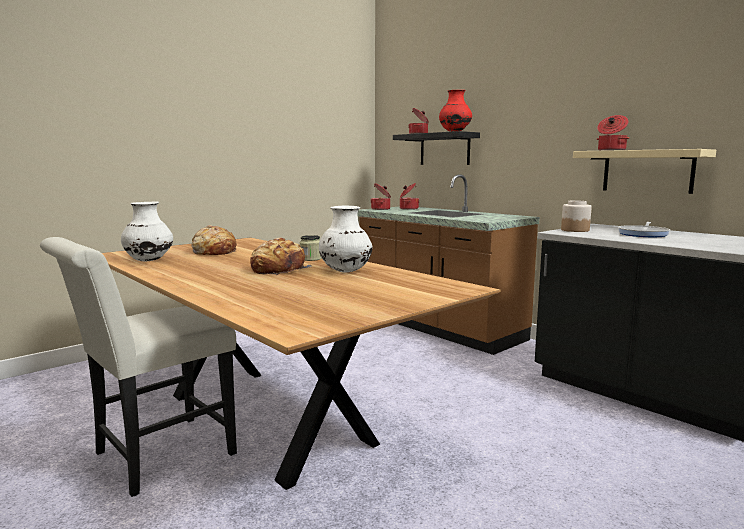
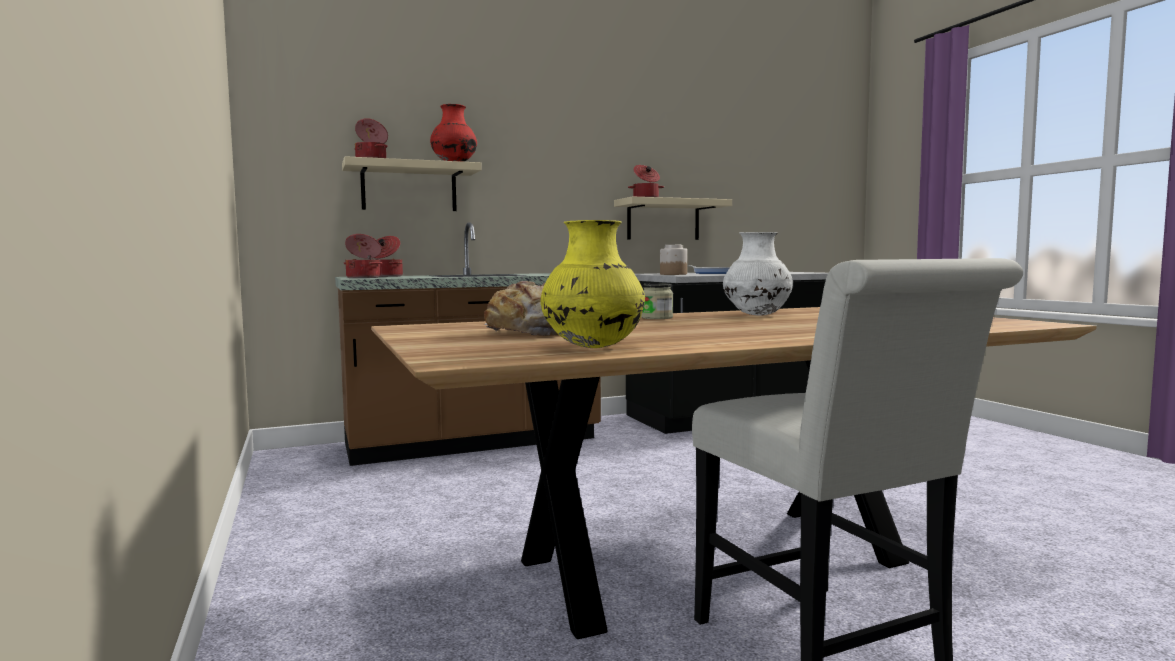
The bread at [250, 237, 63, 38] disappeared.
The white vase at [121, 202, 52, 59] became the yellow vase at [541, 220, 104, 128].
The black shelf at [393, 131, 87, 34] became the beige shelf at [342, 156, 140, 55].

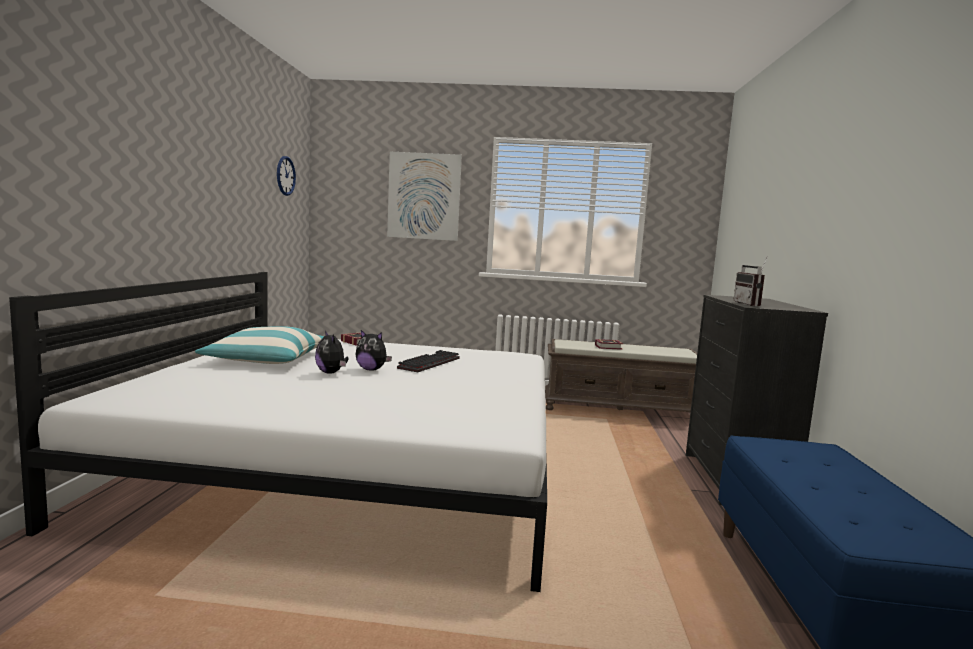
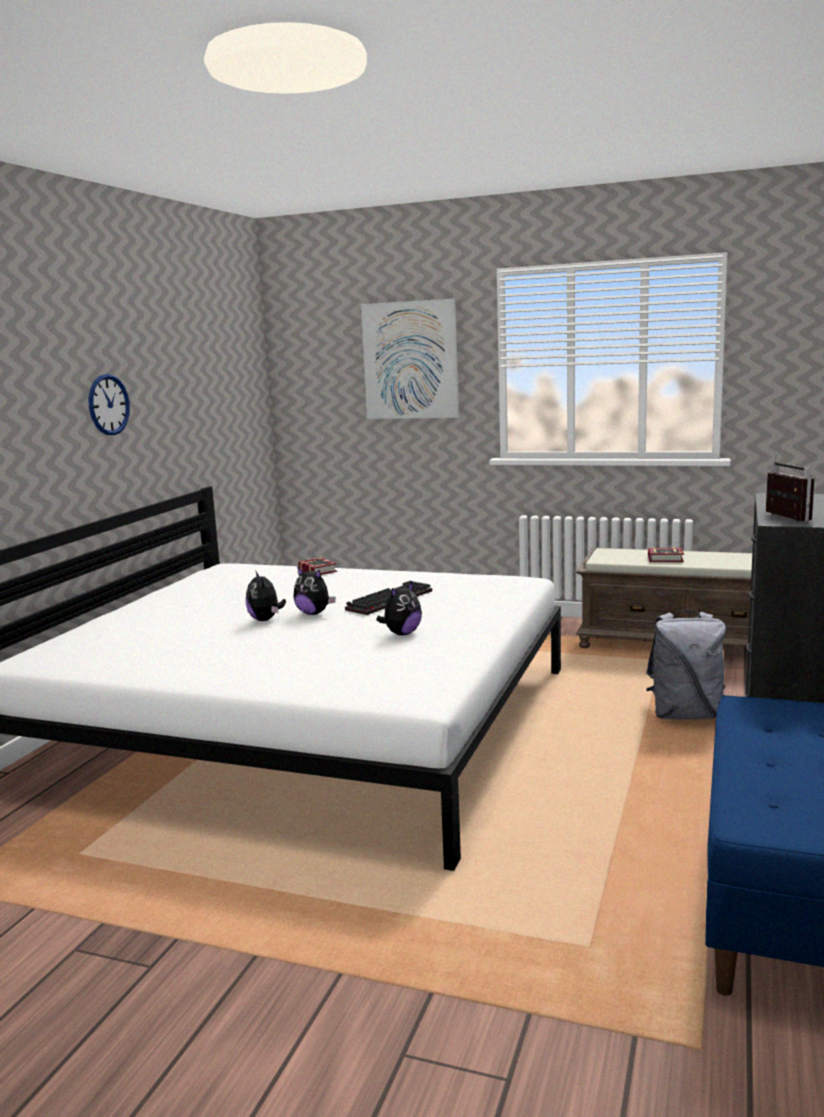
The pillow at [195, 326, 129, 38] disappeared.
The plush toy at [376, 581, 46, 54] appeared.
The grey backpack at [646, 610, 80, 109] appeared.
The wall clock moved from [277, 156, 19, 40] to [89, 374, 41, 61].
The radio at [734, 256, 34, 51] turned 150 degrees clockwise.

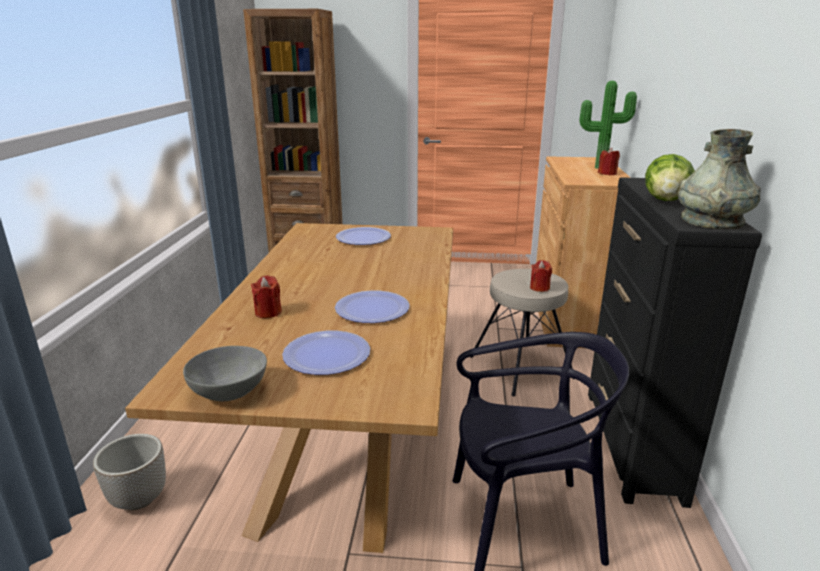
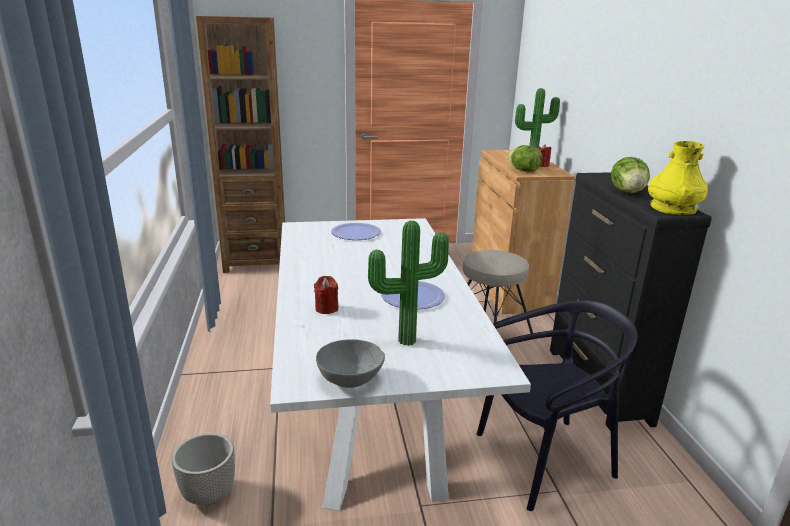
The red candle at [530, 260, 22, 32] disappeared.
The lettuce at [508, 145, 34, 27] appeared.
The plate at [282, 331, 88, 44] was replaced by the potted plant at [368, 220, 81, 126].
The brown dining table at [125, 223, 328, 330] became the white dining table at [270, 218, 261, 293].
The grey vase at [678, 129, 83, 100] became the yellow vase at [648, 141, 60, 74].

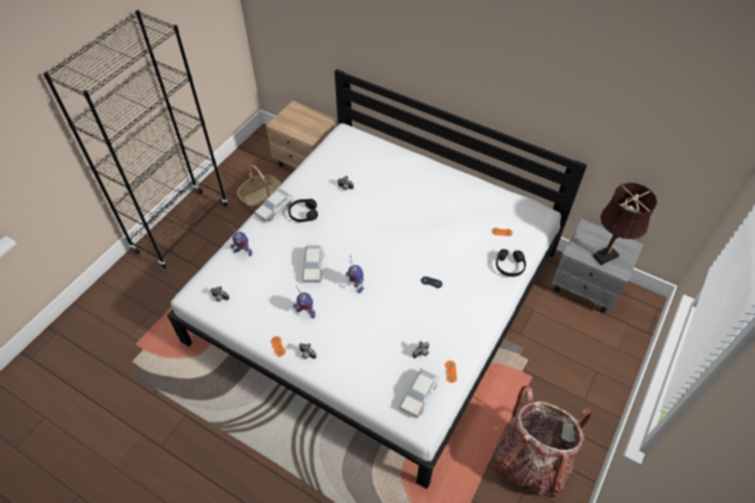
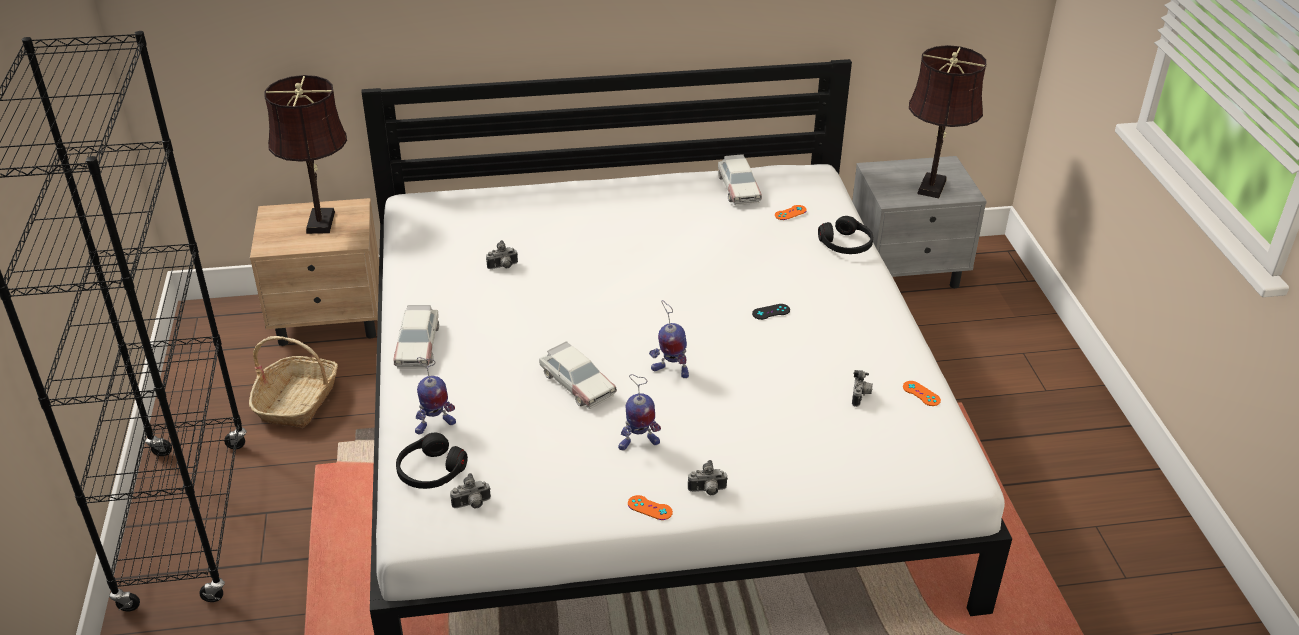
The backpack at [495, 386, 97, 112] disappeared.
The brown table lamp at [264, 75, 83, 159] appeared.
The black headphones moved from [288, 199, 30, 23] to [396, 433, 72, 56].
The toy car moved from [399, 368, 40, 50] to [718, 154, 44, 51].

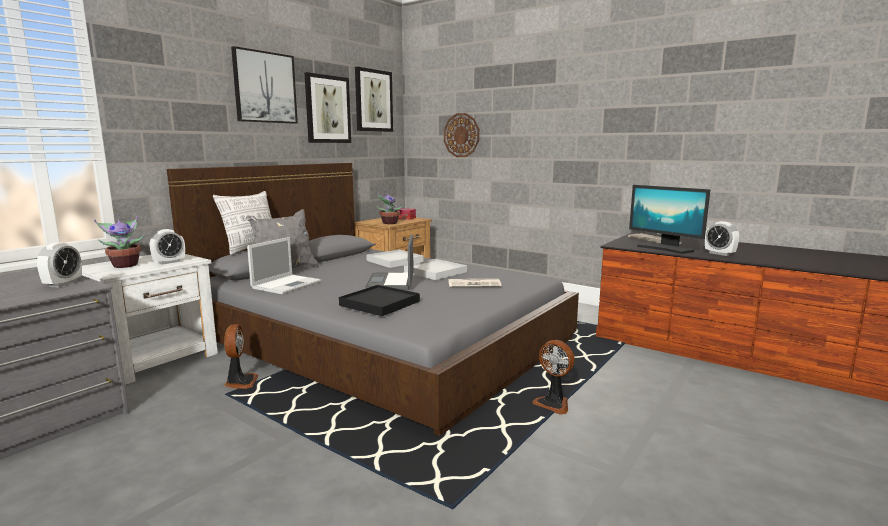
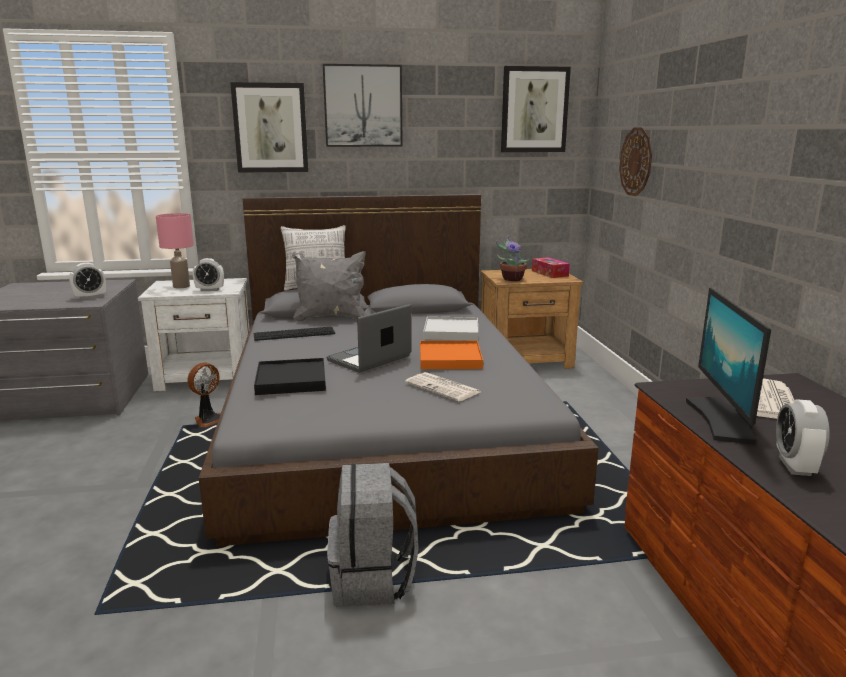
The picture moved from [305, 72, 46, 71] to [230, 82, 78, 91].
The potted plant at [94, 215, 50, 53] was replaced by the pink table lamp at [156, 213, 38, 76].
The laptop at [247, 237, 74, 57] was replaced by the keyboard at [253, 327, 82, 14].
The fan at [532, 340, 43, 75] was replaced by the grey backpack at [327, 463, 92, 144].
The white tray at [404, 259, 63, 21] became the orange tray at [420, 341, 63, 28].

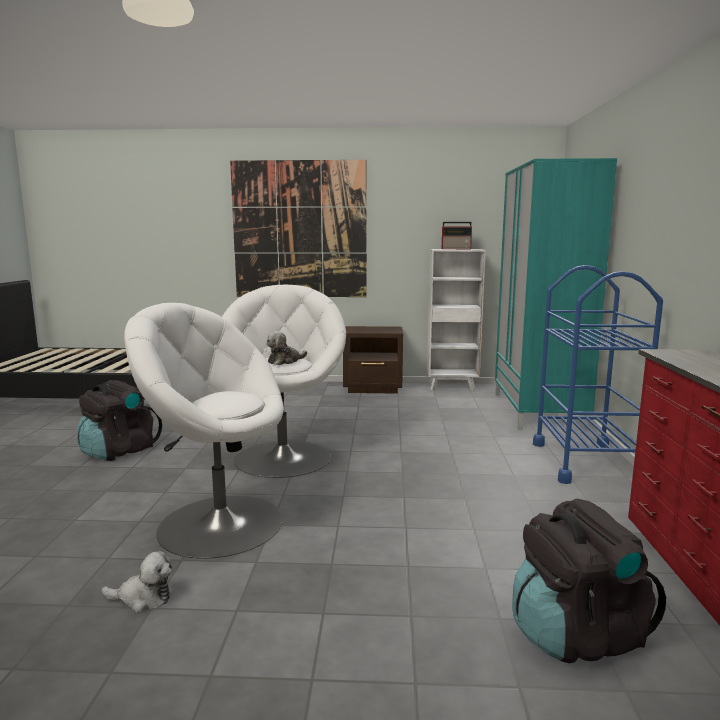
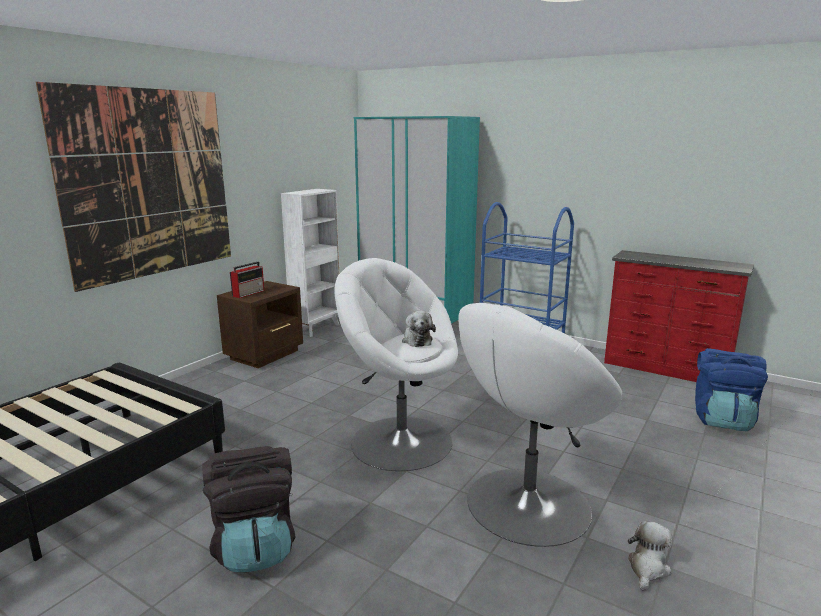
The radio moved from [442, 222, 30, 27] to [230, 262, 34, 36].
The black backpack at [512, 499, 154, 164] became the blue backpack at [695, 348, 73, 83].

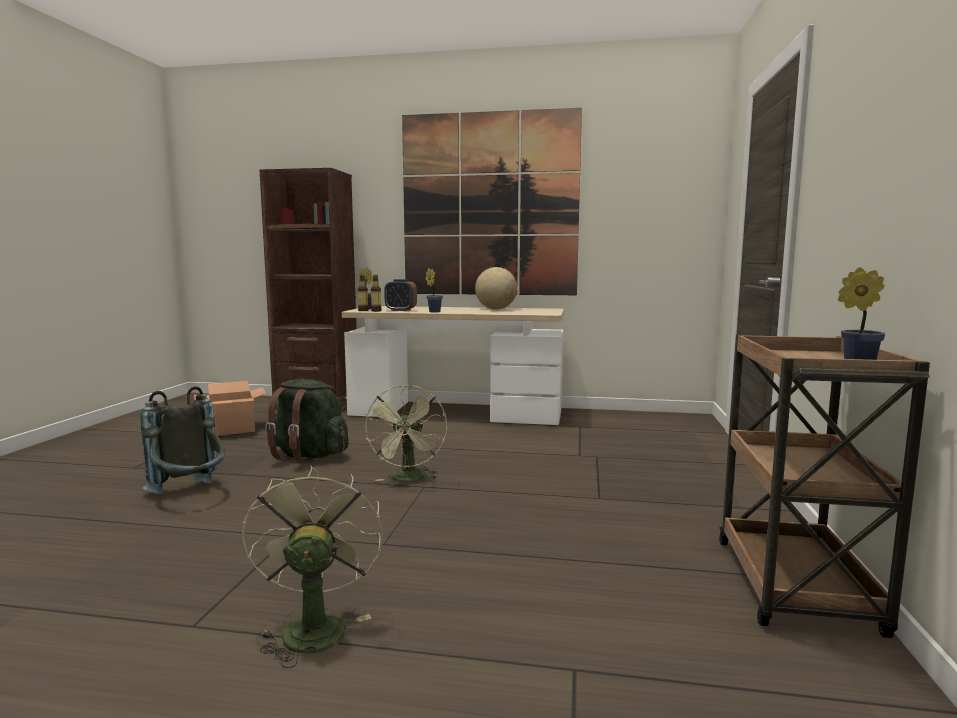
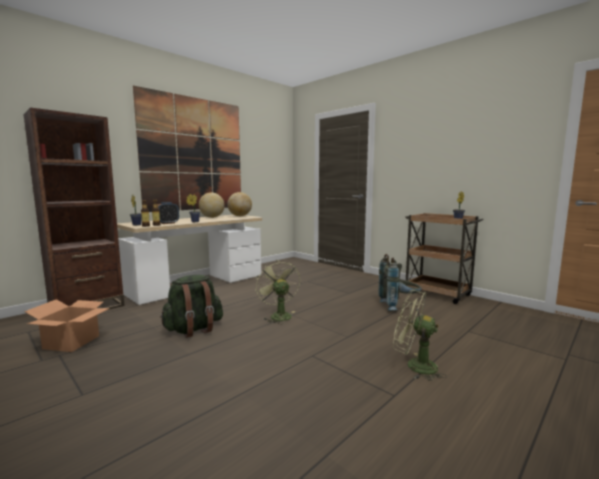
The globe at [227, 192, 25, 24] appeared.
The grey backpack moved from [140, 386, 85, 108] to [378, 254, 44, 57].
The green fan at [365, 384, 82, 98] turned 150 degrees counterclockwise.

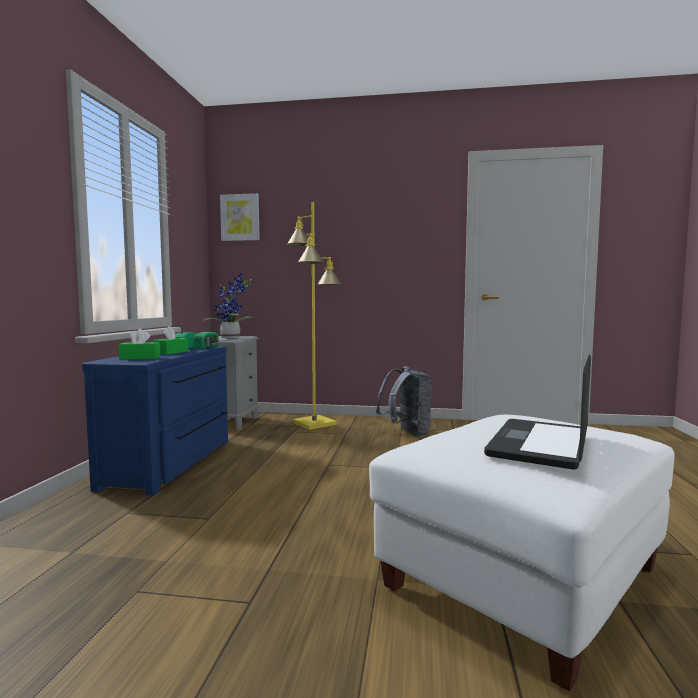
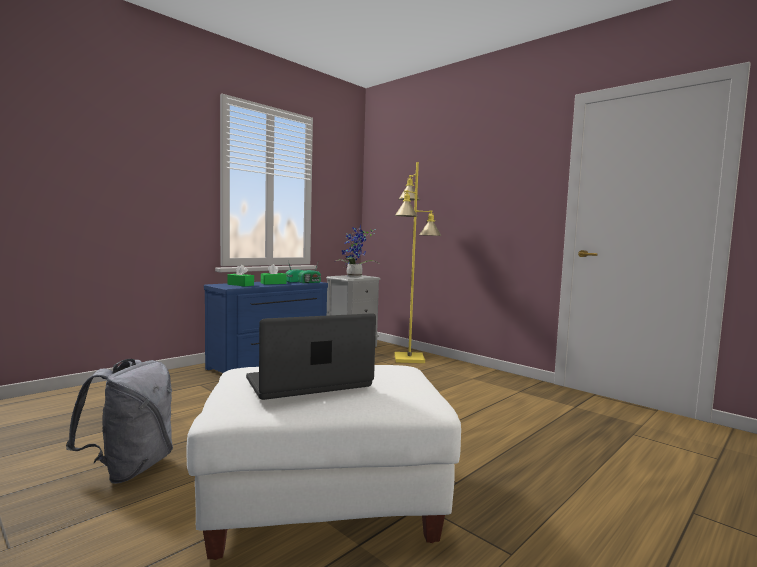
The picture at [220, 193, 39, 48] disappeared.
The grey backpack moved from [376, 366, 56, 71] to [66, 359, 107, 125].

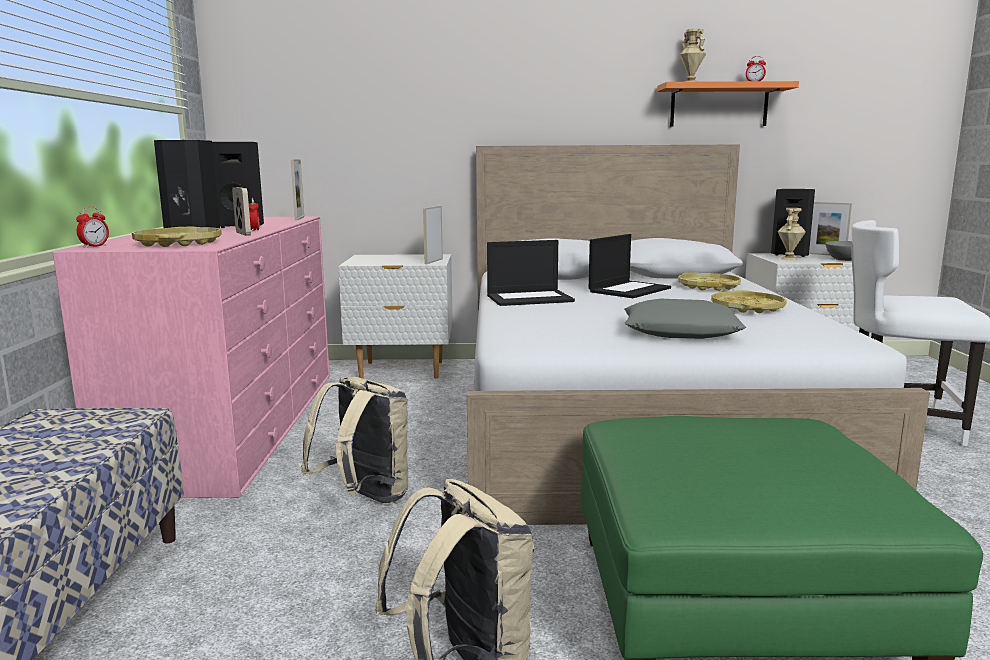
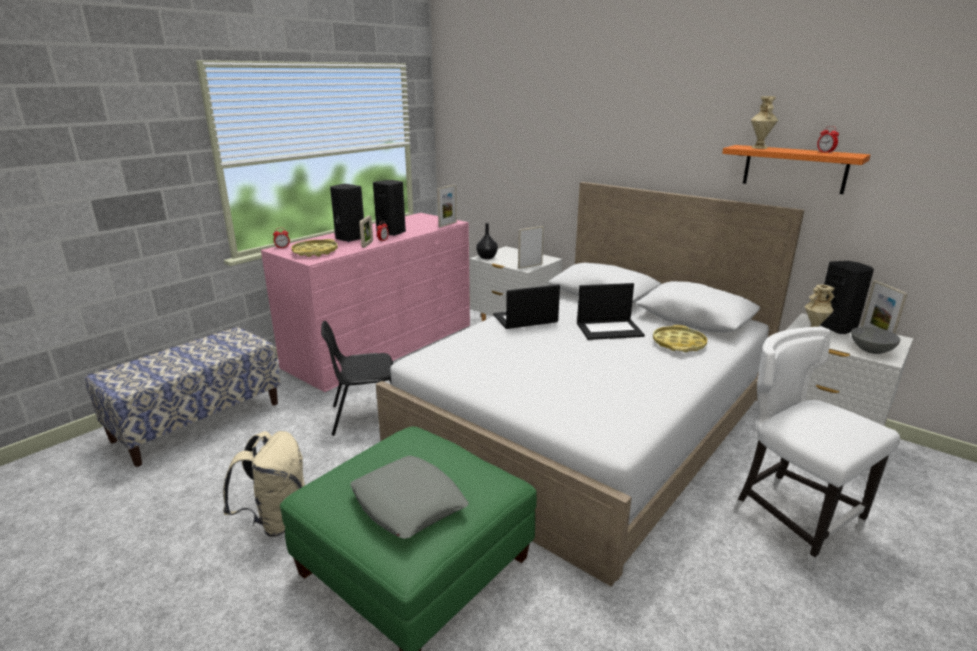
The yellow tray at [711, 290, 76, 23] disappeared.
The black vase at [476, 223, 22, 36] appeared.
The grey pillow moved from [624, 299, 122, 40] to [350, 456, 119, 83].
The beige backpack at [301, 376, 108, 127] was replaced by the black chair at [321, 321, 72, 115].
The laptop at [487, 240, 88, 66] turned 135 degrees clockwise.

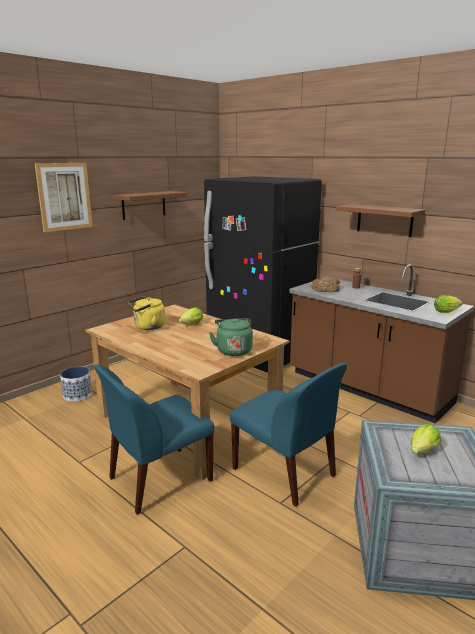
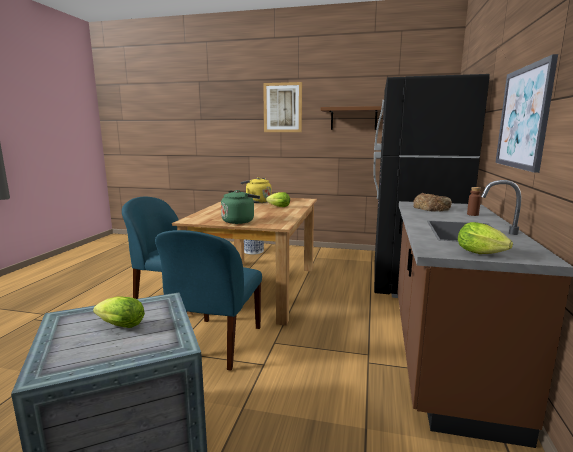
The brown shelf at [336, 204, 89, 33] was replaced by the picture at [495, 54, 63, 119].

